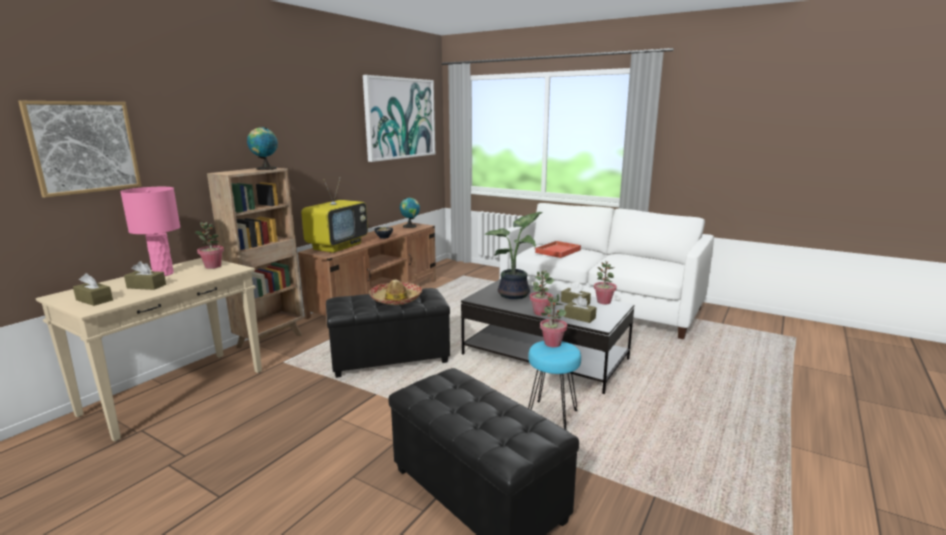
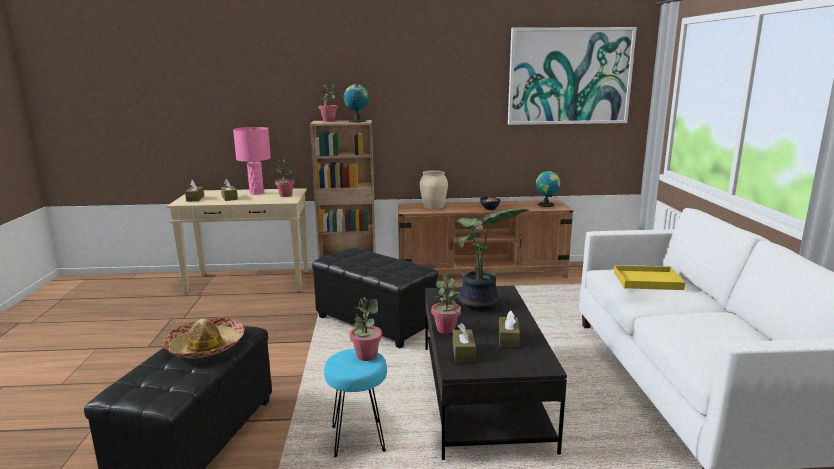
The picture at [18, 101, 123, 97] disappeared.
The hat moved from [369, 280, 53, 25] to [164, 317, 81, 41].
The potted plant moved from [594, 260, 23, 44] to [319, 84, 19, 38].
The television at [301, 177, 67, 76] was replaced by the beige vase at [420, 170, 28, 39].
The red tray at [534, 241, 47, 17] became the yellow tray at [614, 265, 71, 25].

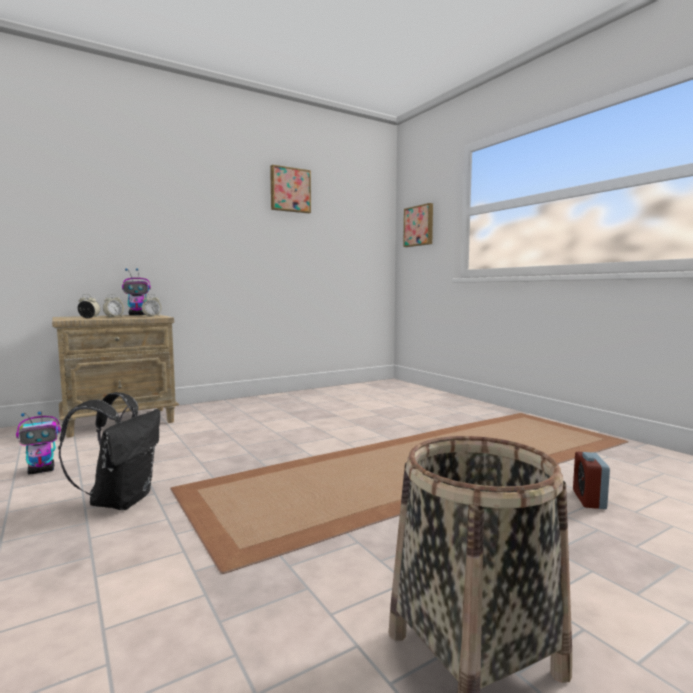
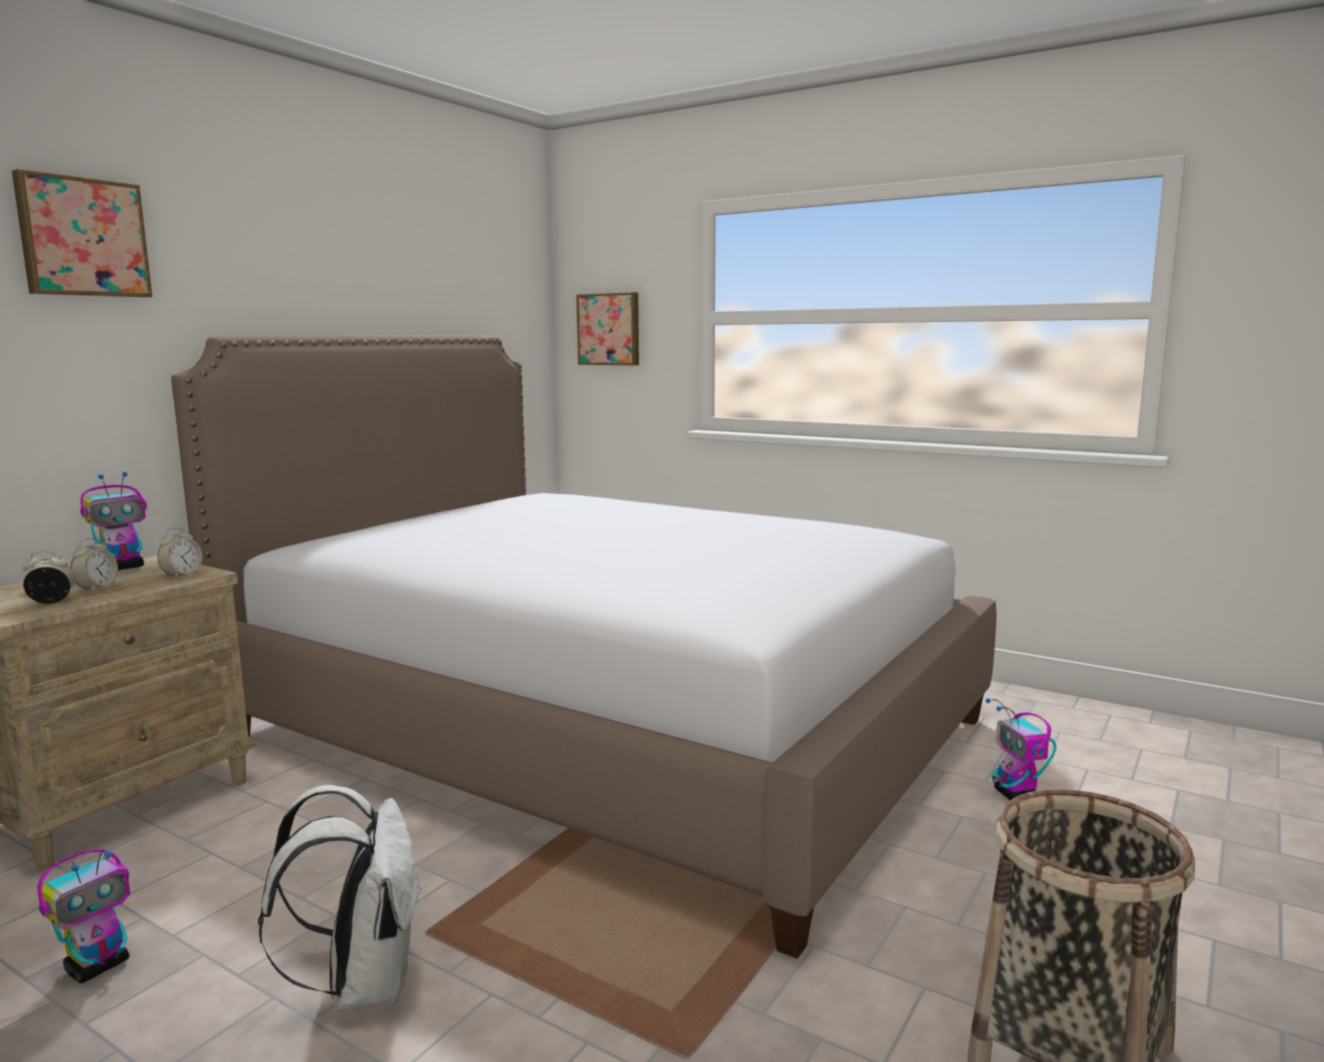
The bed at [171, 335, 826, 623] appeared.
The picture moved from [270, 165, 41, 48] to [12, 169, 141, 128].
The alarm clock at [573, 452, 37, 57] was replaced by the toy robot at [986, 698, 71, 102].
The black backpack at [58, 392, 102, 118] became the white backpack at [258, 785, 164, 227].

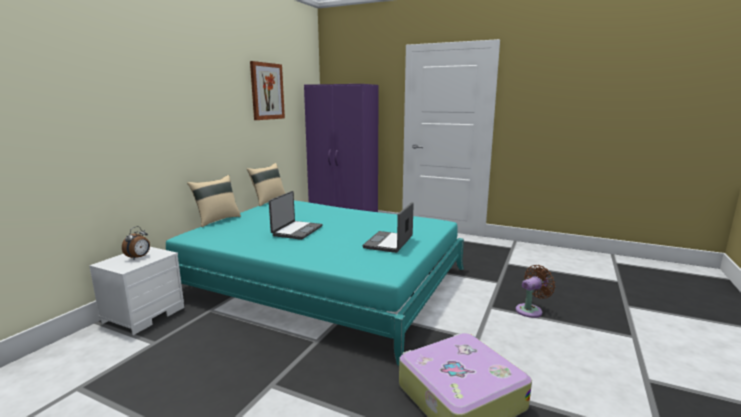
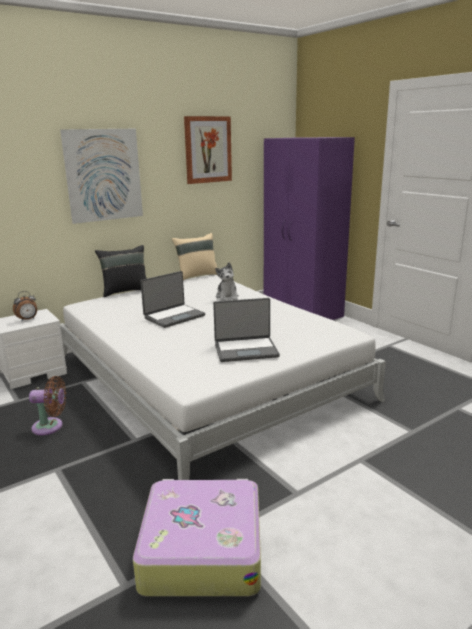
The picture at [60, 129, 83, 95] appeared.
The plush toy at [215, 262, 24, 39] appeared.
The brown fan moved from [516, 265, 39, 53] to [29, 376, 37, 59].
The turquoise bed at [166, 200, 298, 166] became the white bed at [60, 275, 326, 205].
The beige pillow at [187, 175, 54, 52] became the black pillow at [95, 245, 52, 52].
The laptop at [363, 202, 51, 51] turned 150 degrees counterclockwise.

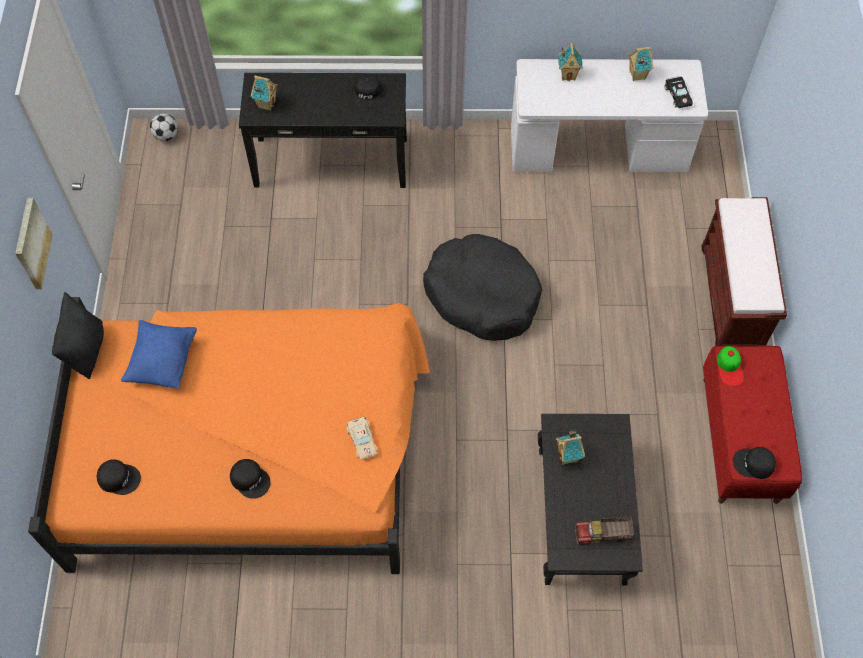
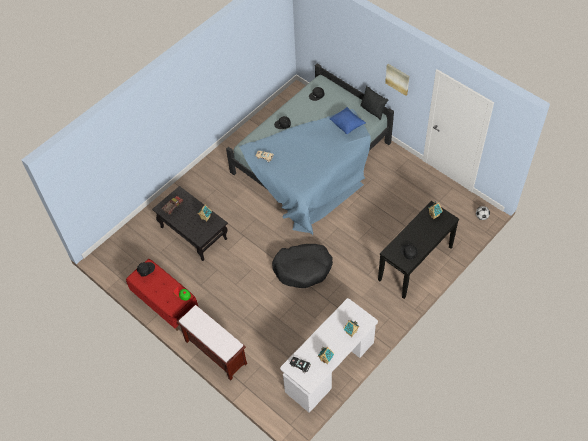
The orange bed at [28, 297, 402, 277] became the blue bed at [226, 63, 168, 172].

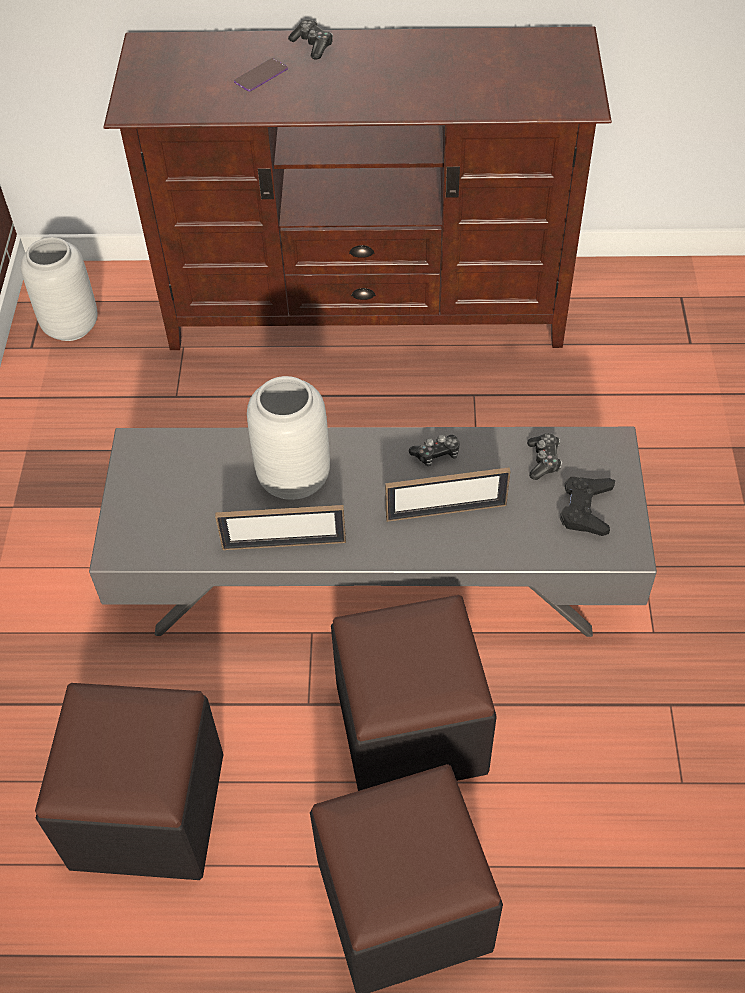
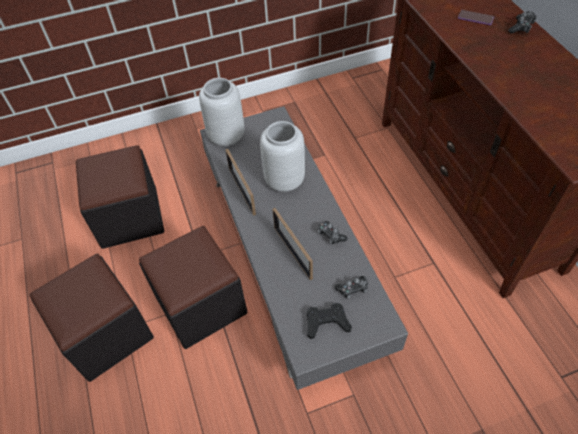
The grey vase moved from [21, 237, 77, 104] to [199, 78, 45, 68].

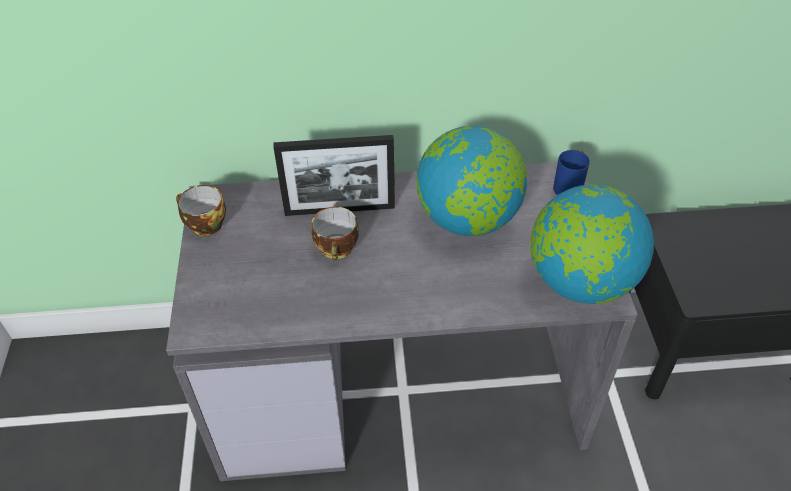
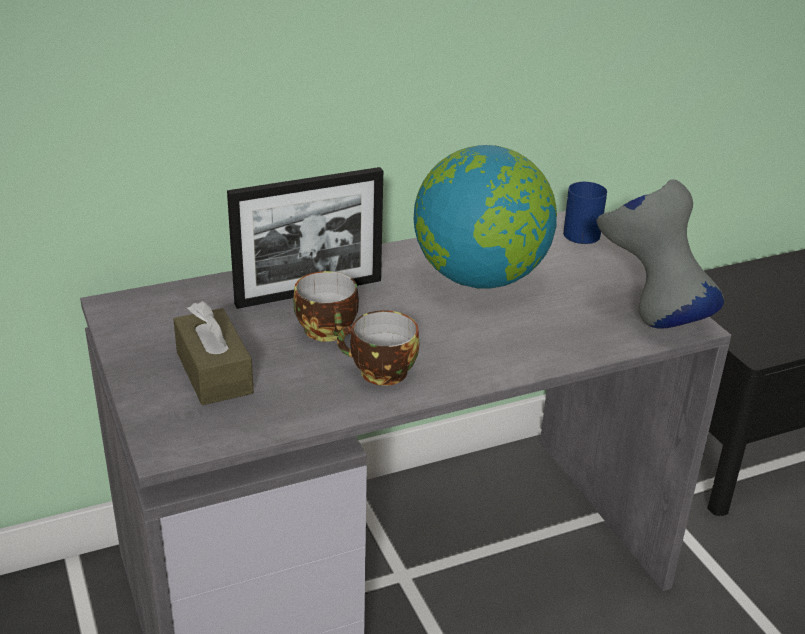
The brown tissue box at [173, 301, 81, 104] appeared.
The cup moved from [176, 185, 50, 51] to [337, 311, 82, 75].
The globe at [531, 184, 123, 120] was replaced by the grey vase at [596, 179, 128, 150].

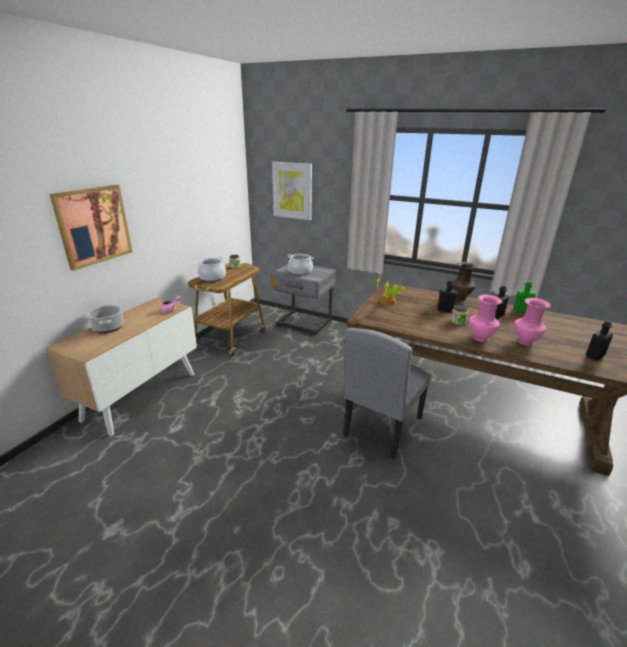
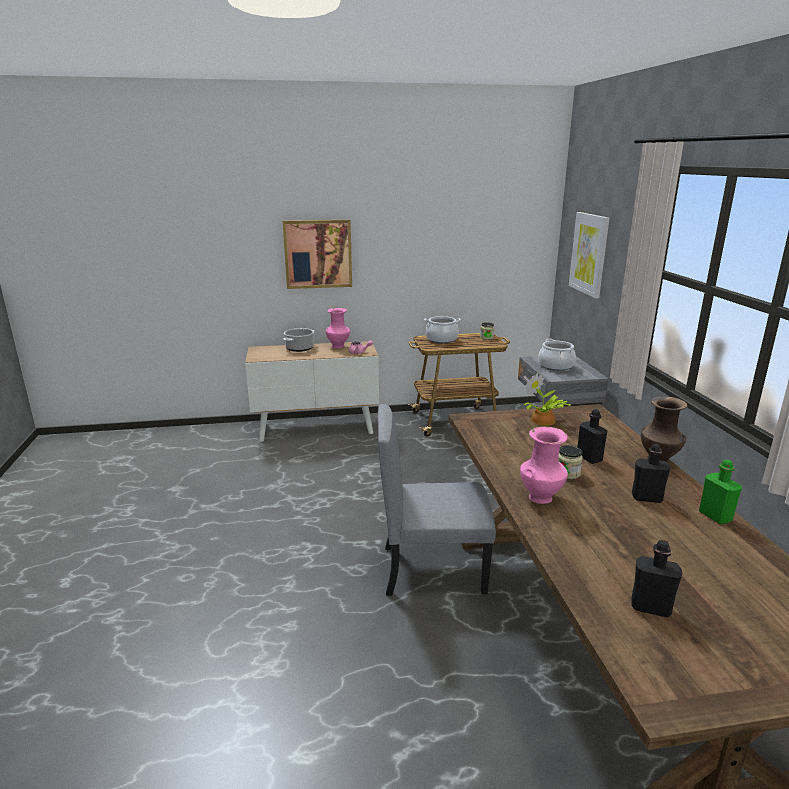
The pink vase moved from [514, 298, 36, 48] to [326, 308, 24, 40].

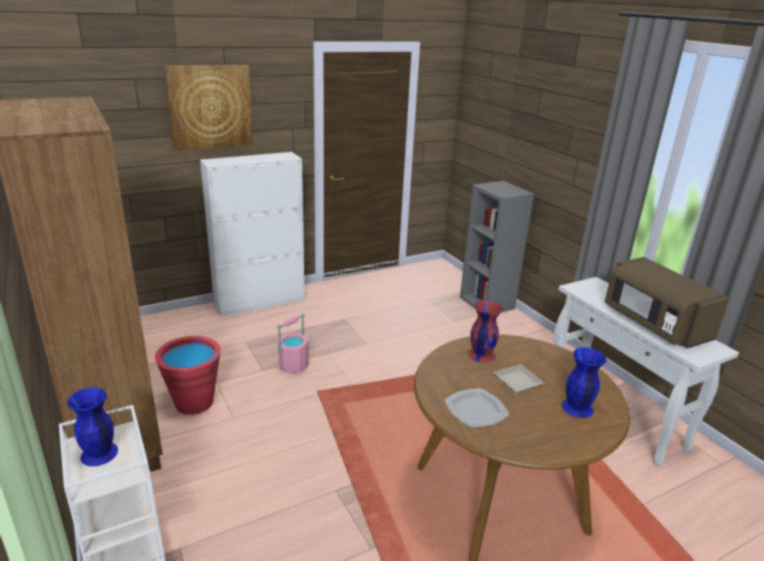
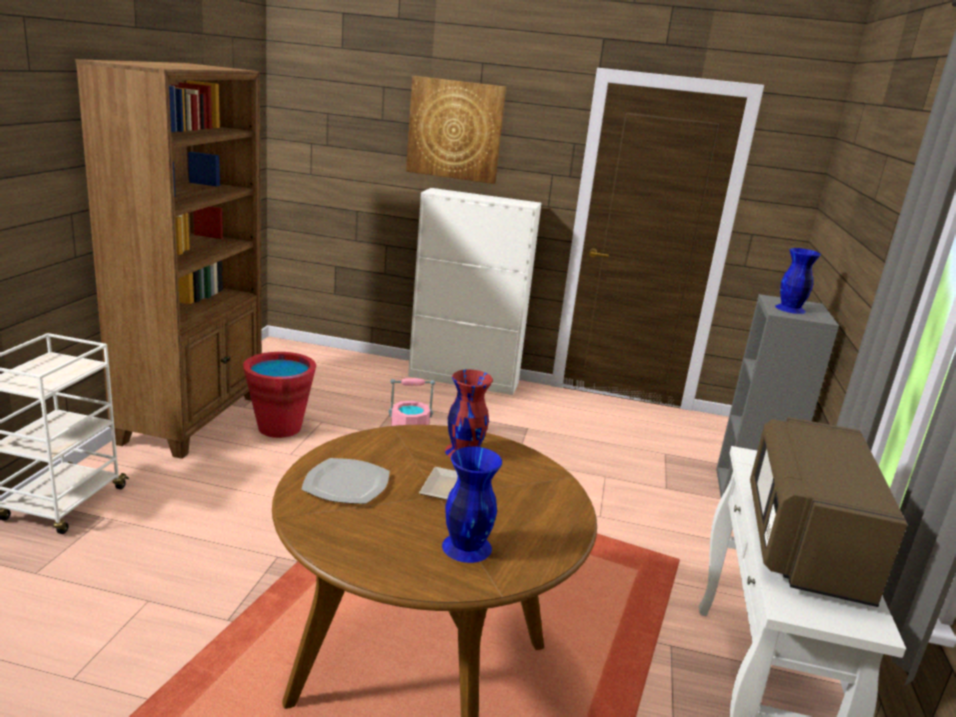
The blue vase moved from [67, 387, 51, 79] to [775, 248, 46, 66].

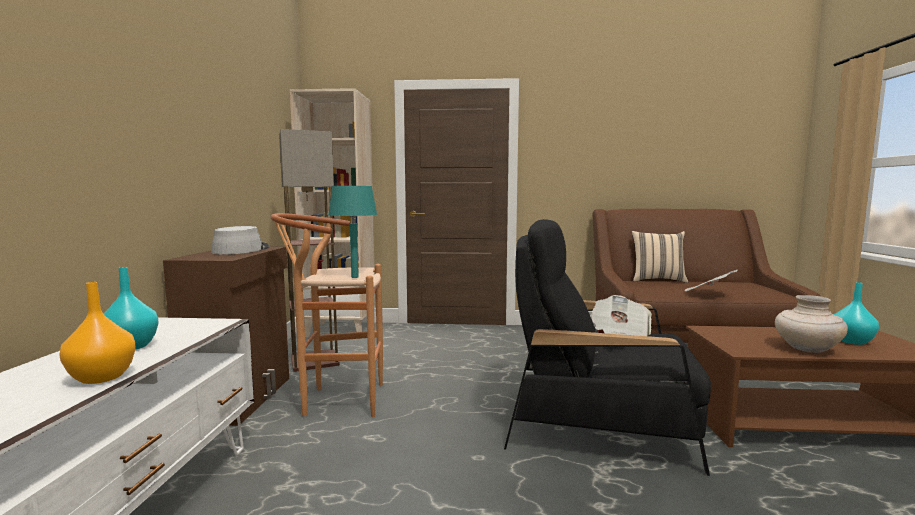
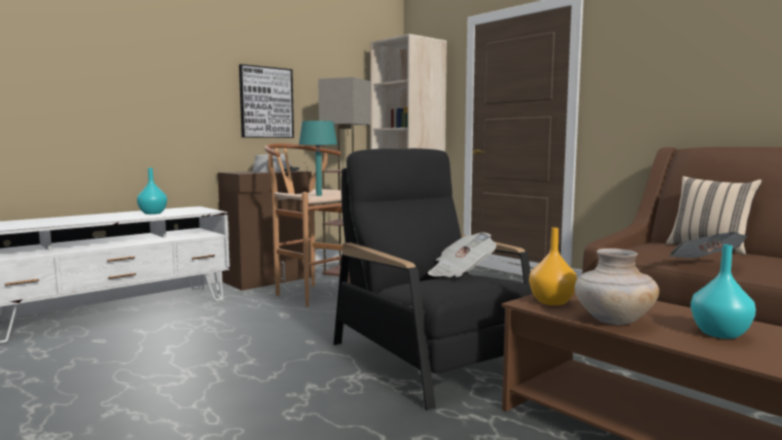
The picture at [239, 64, 55, 74] appeared.
The orange vase moved from [59, 282, 77, 102] to [529, 227, 48, 79].

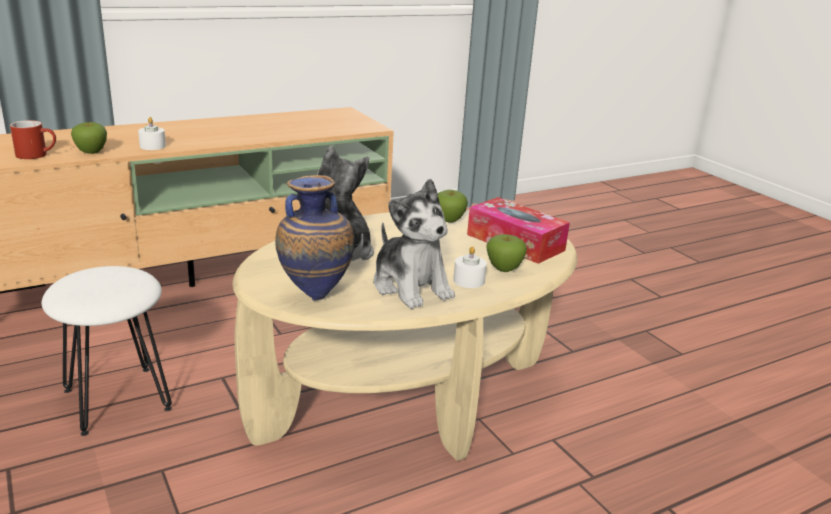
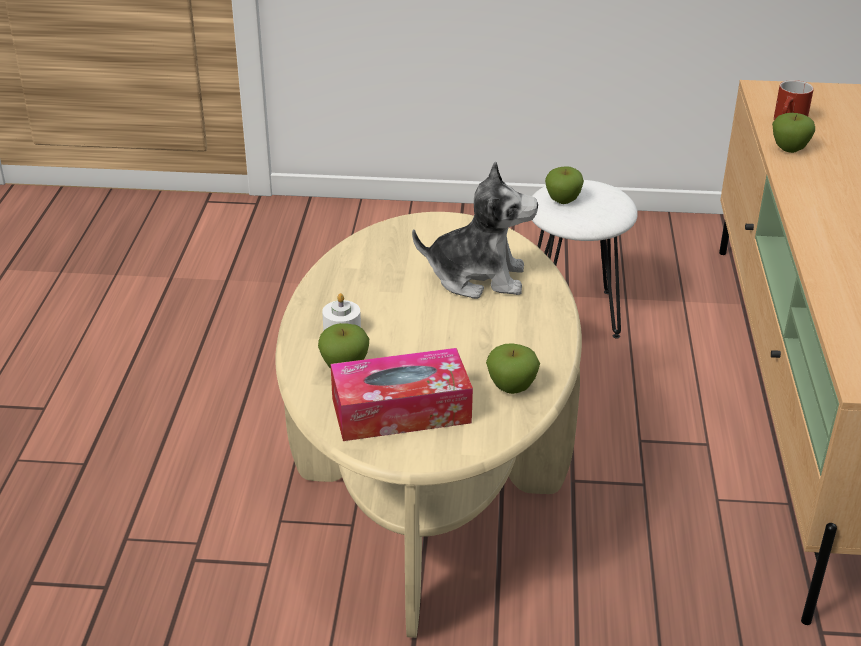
The white candle at [138, 117, 28, 33] disappeared.
The vase at [275, 175, 79, 126] disappeared.
The plush toy at [373, 179, 82, 130] disappeared.
The apple at [545, 166, 39, 38] appeared.

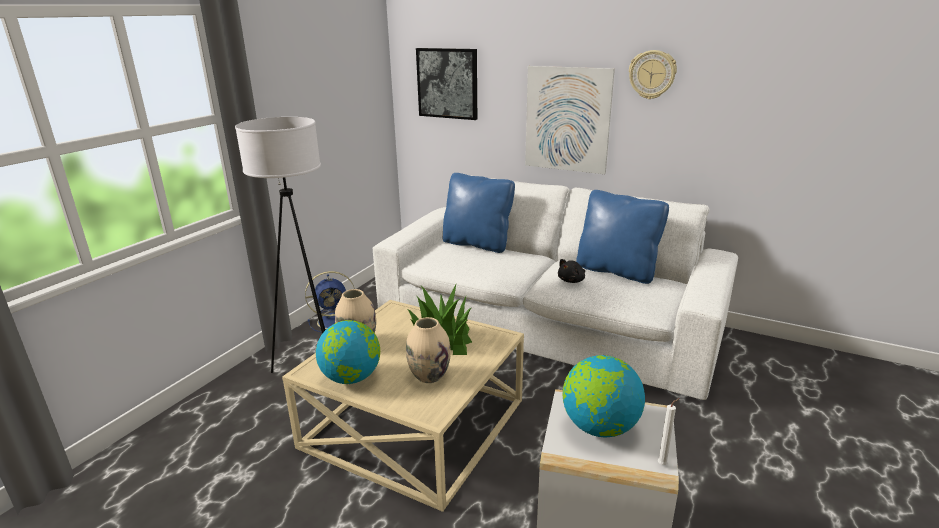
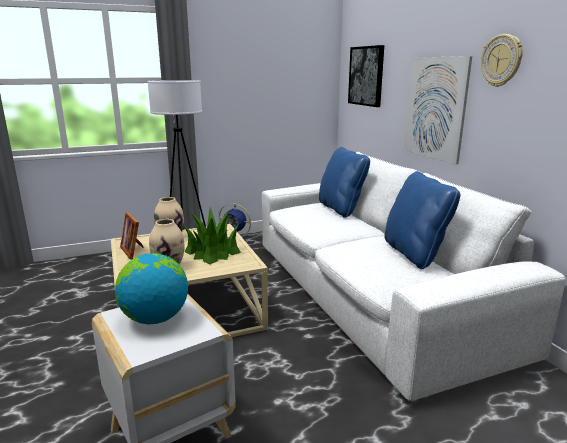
The black plush toy at [558, 259, 27, 24] disappeared.
The white candle at [658, 398, 22, 67] disappeared.
The globe at [316, 320, 64, 64] was replaced by the picture frame at [120, 212, 24, 47].

